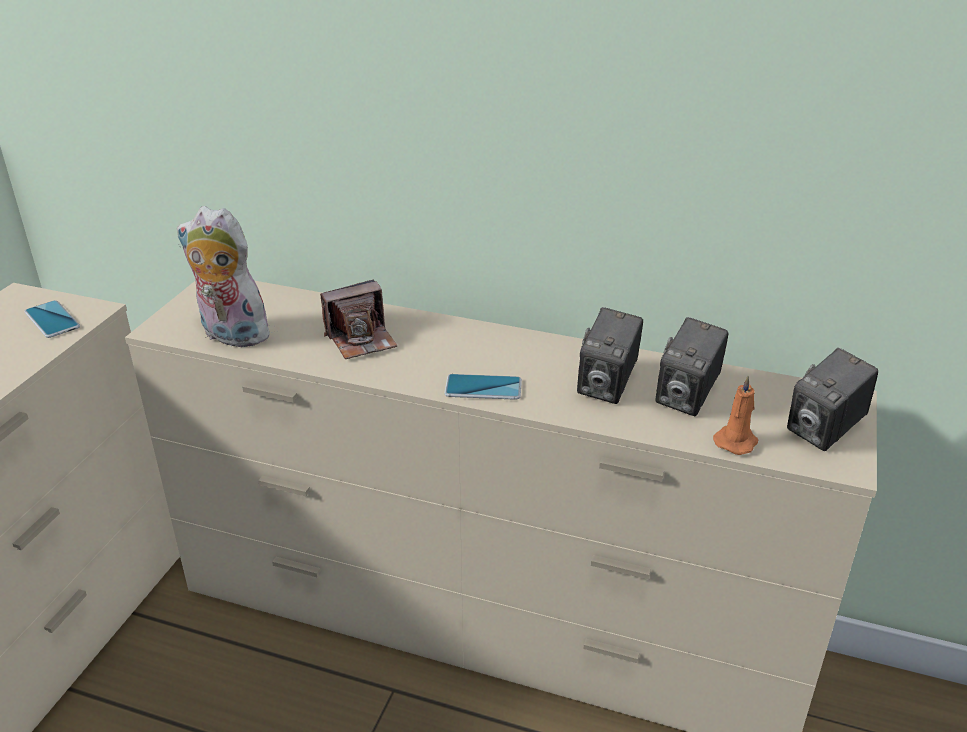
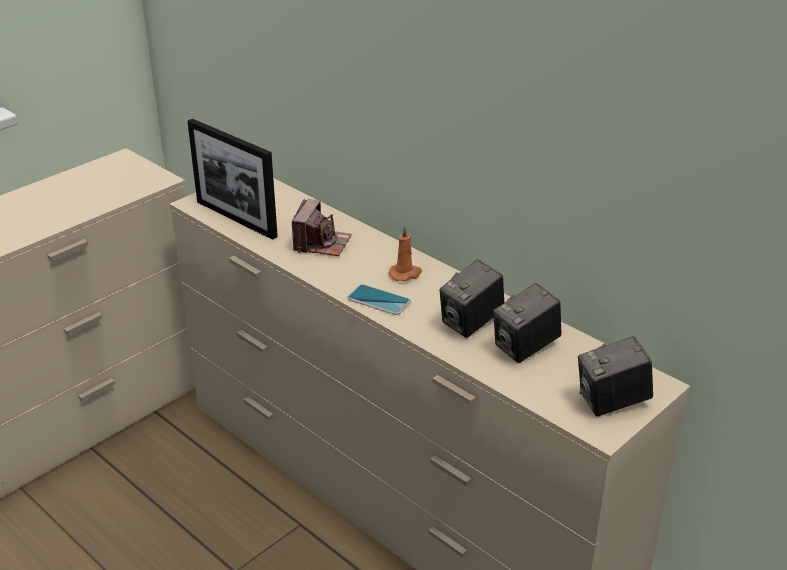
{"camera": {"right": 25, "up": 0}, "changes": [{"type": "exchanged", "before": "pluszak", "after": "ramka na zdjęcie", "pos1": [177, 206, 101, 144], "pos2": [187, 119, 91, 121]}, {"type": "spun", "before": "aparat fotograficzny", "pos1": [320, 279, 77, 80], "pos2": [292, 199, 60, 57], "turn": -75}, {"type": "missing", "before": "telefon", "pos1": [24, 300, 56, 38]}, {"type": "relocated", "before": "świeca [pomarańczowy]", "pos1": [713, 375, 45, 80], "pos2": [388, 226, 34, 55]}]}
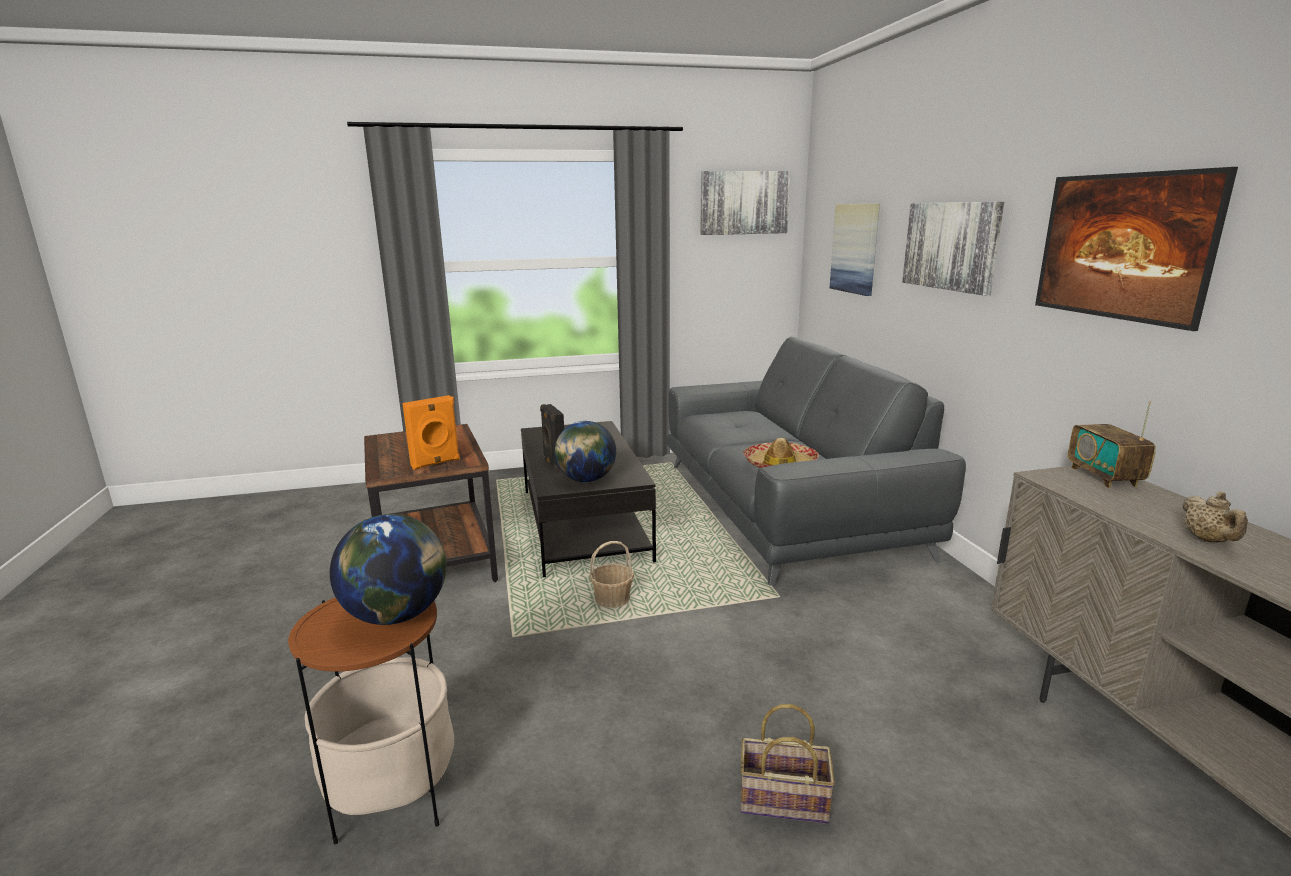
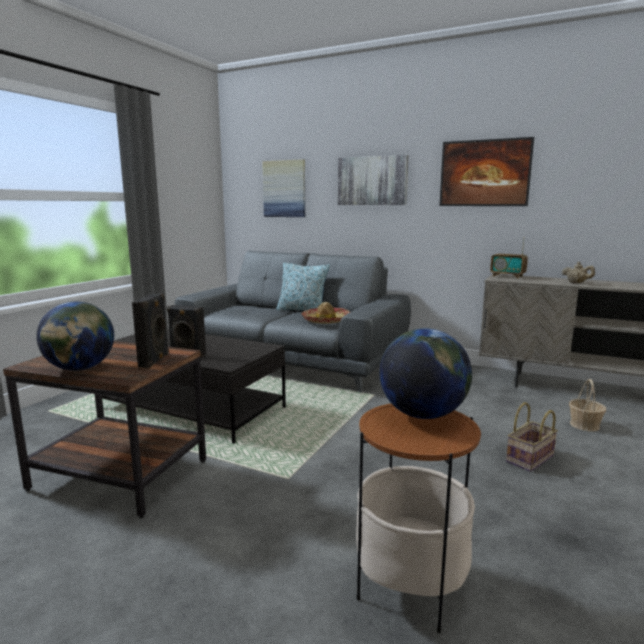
{"camera": {"right": -50, "up": -5}, "changes": [{"type": "missing", "before": "obraz", "pos1": [700, 171, 91, 64]}, {"type": "colour", "before": "głośnik [pomarańczowy]", "after": "głośnik [czarny]", "pos1": [402, 395, 58, 74], "pos2": [132, 293, 37, 76]}, {"type": "relocated", "before": "globus", "pos1": [554, 421, 62, 61], "pos2": [36, 302, 78, 69]}, {"type": "relocated", "before": "koszyk", "pos1": [590, 541, 44, 67], "pos2": [569, 379, 37, 53]}, {"type": "appeared", "after": "poduszka", "pos2": [276, 263, 54, 48]}]}
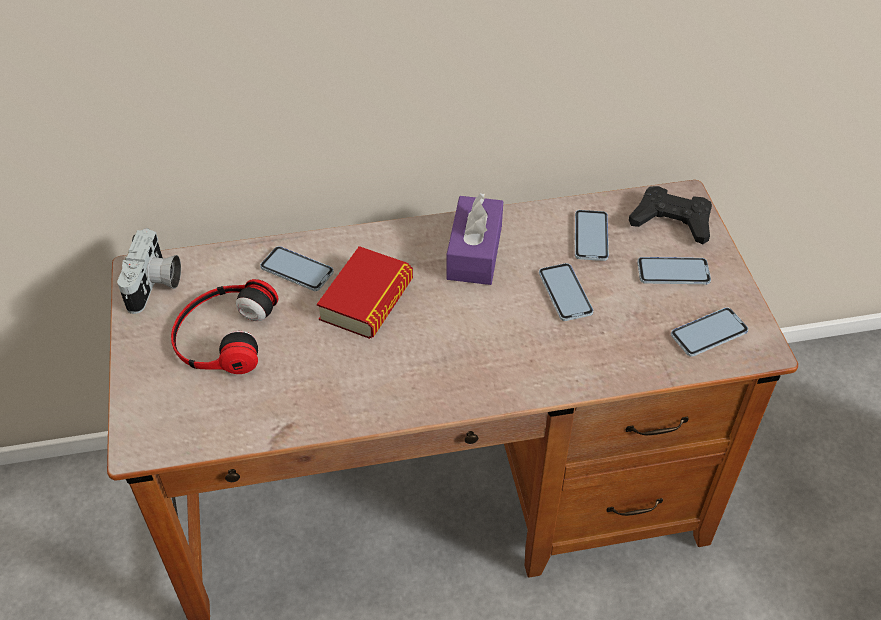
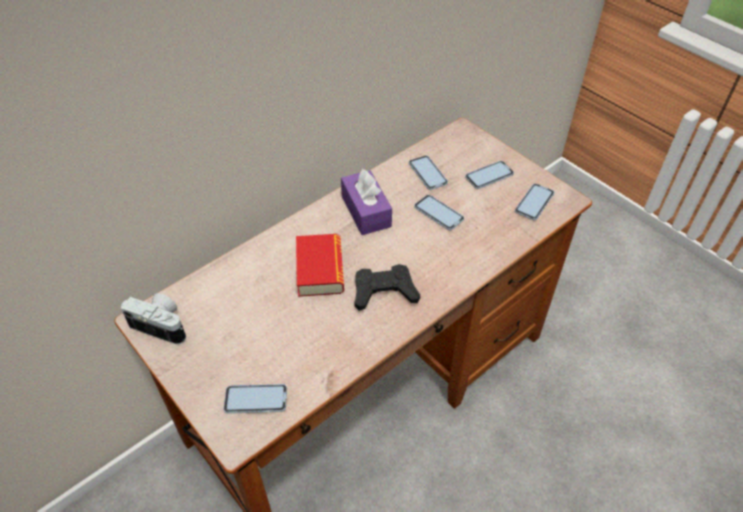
{"camera": {"right": -30, "up": 0}, "changes": [{"type": "relocated", "before": "pad do gier [czarny]", "pos1": [629, 186, 83, 58], "pos2": [355, 264, 65, 47]}, {"type": "spun", "before": "aparat fotograficzny", "pos1": [117, 228, 64, 86], "pos2": [121, 293, 65, 51], "turn": -45}, {"type": "relocated", "before": "telefon", "pos1": [260, 246, 74, 45], "pos2": [223, 384, 64, 30]}, {"type": "missing", "before": "słuchawki", "pos1": [171, 279, 107, 95]}]}
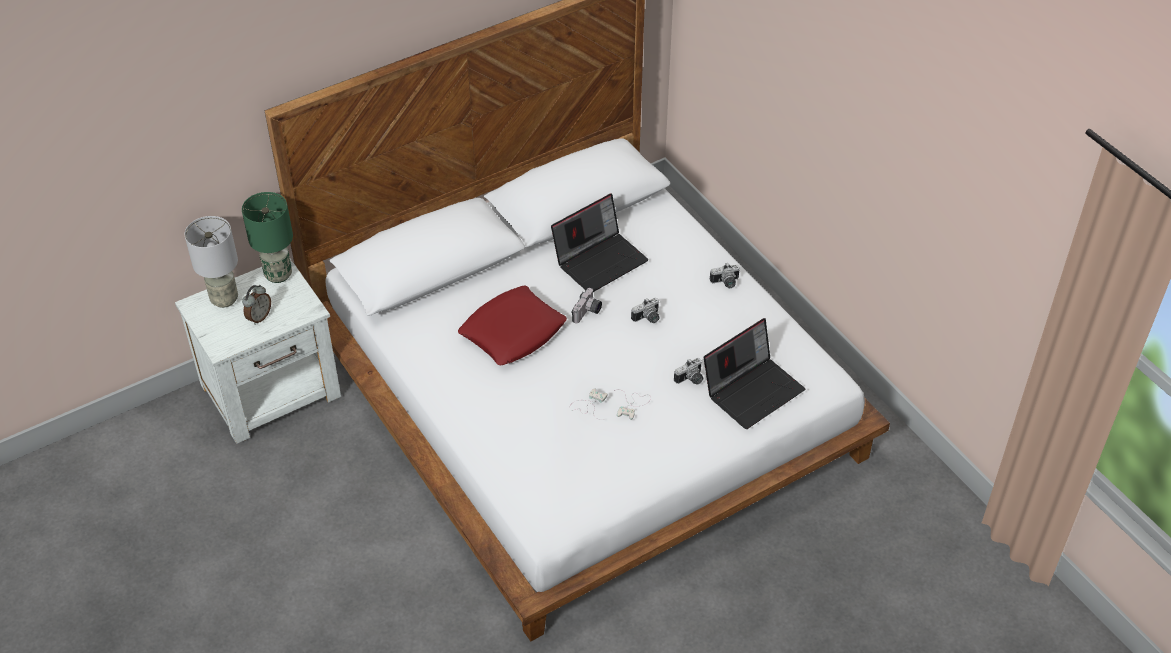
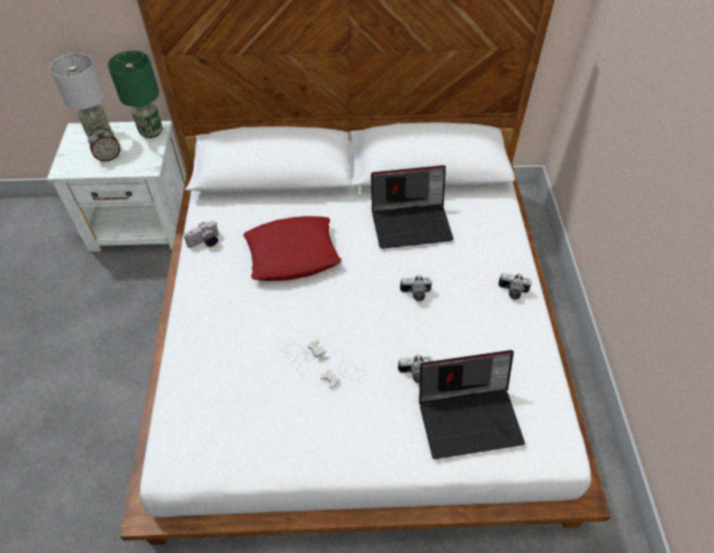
{"camera": {"right": 30, "up": 5}, "changes": [{"type": "relocated", "before": "aparat fotograficzny", "pos1": [571, 288, 31, 36], "pos2": [184, 221, 35, 27]}]}
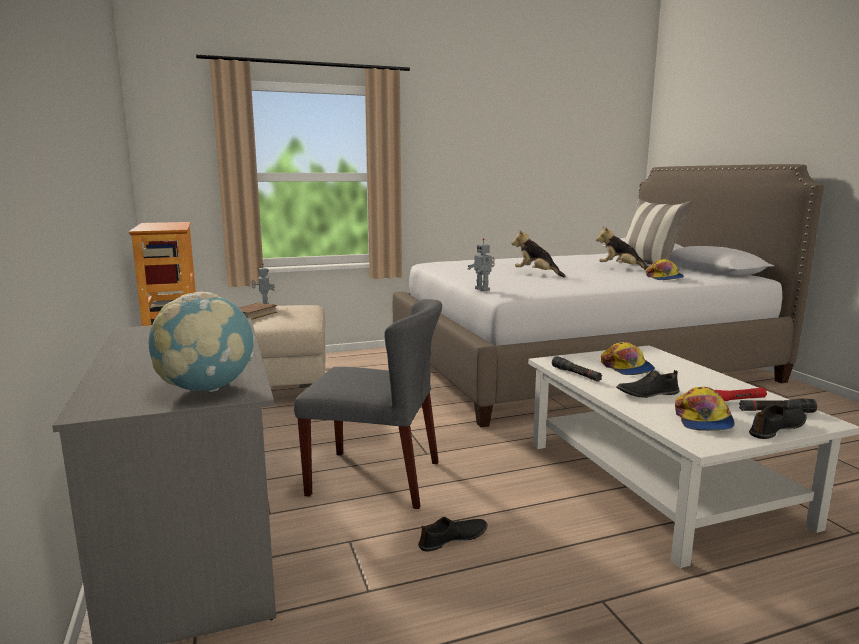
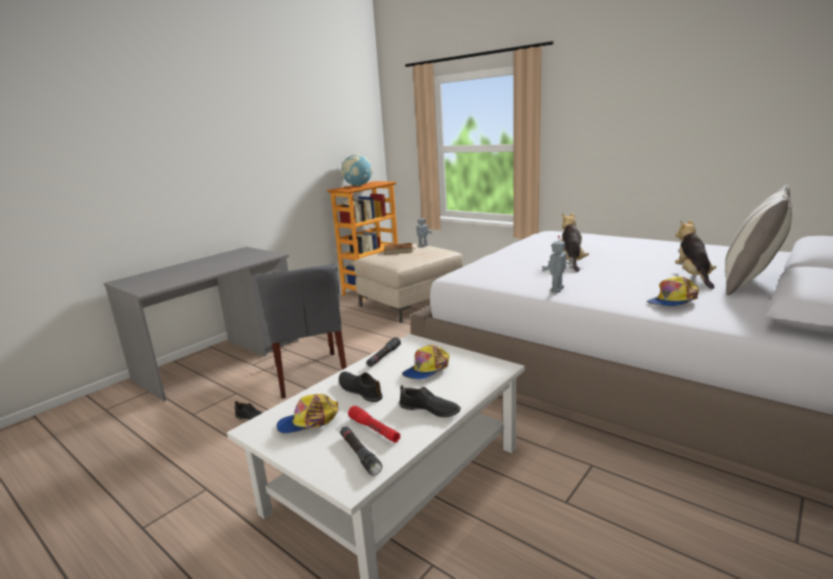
{"camera": {"right": 60, "up": 5}, "changes": [{"type": "relocated", "before": "robot zabawkowy", "pos1": [467, 238, 28, 53], "pos2": [542, 236, 32, 57]}, {"type": "relocated", "before": "globus", "pos1": [148, 292, 107, 100], "pos2": [341, 154, 32, 32]}, {"type": "relocated", "before": "but [czarny]", "pos1": [749, 405, 58, 34], "pos2": [399, 385, 62, 32]}]}
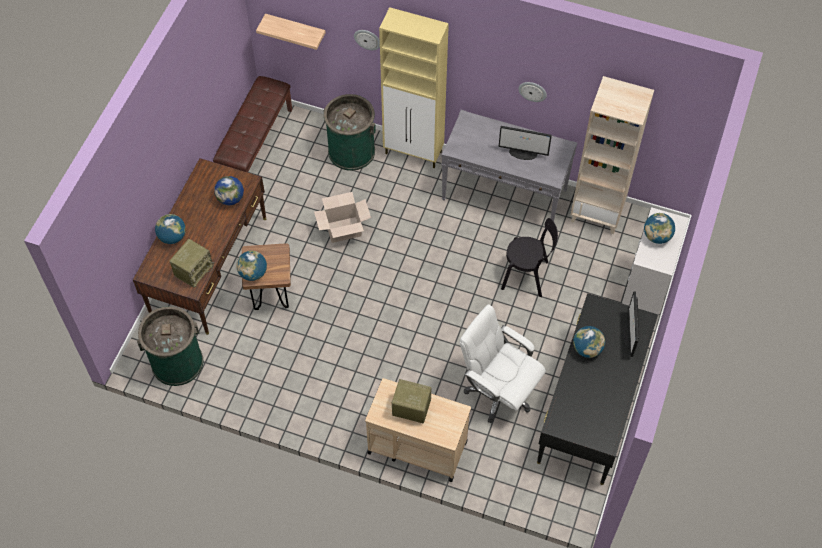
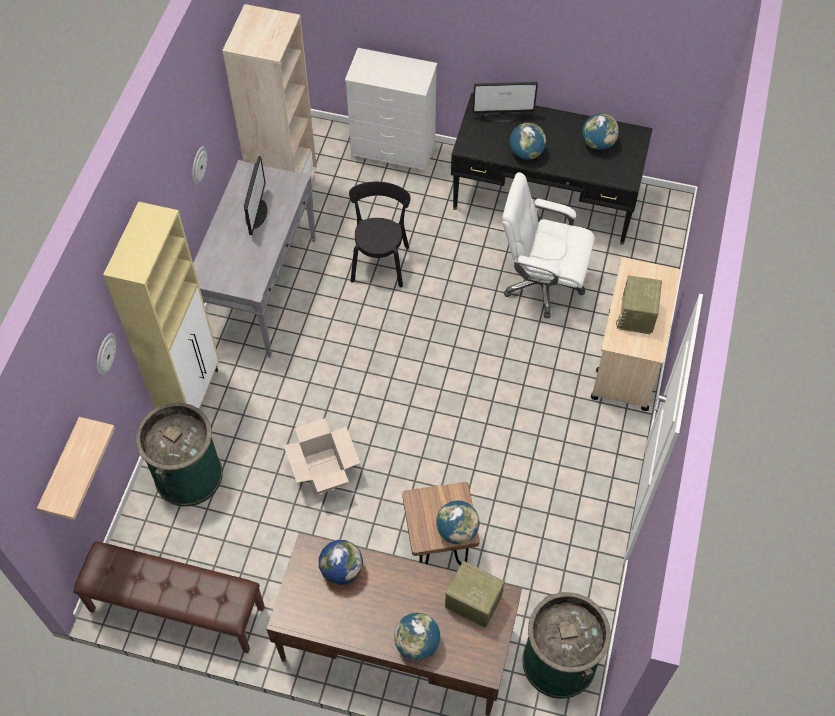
{"camera": {"right": -95, "up": 0}, "changes": [{"type": "relocated", "before": "globus", "pos1": [644, 213, 31, 31], "pos2": [582, 113, 37, 37]}, {"type": "spun", "before": "krzesło biurowe [biały]", "pos1": [460, 304, 86, 119], "pos2": [502, 172, 93, 146], "turn": 75}]}
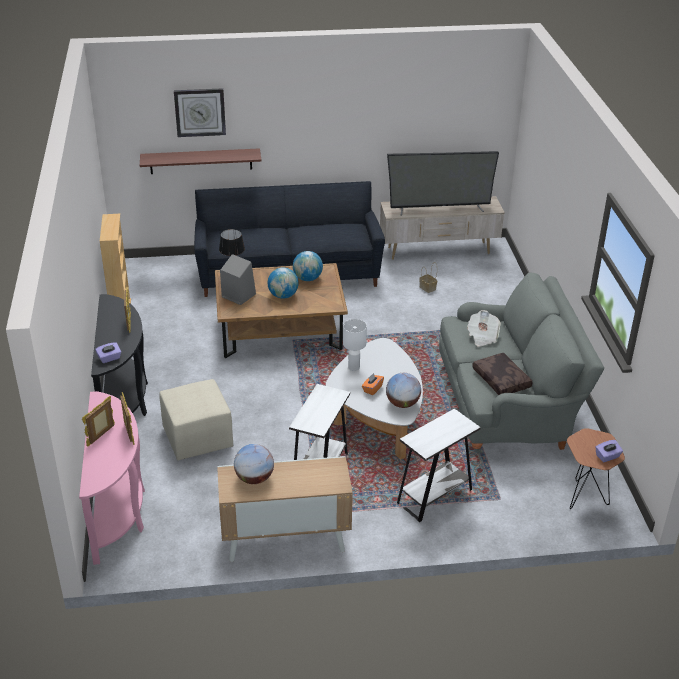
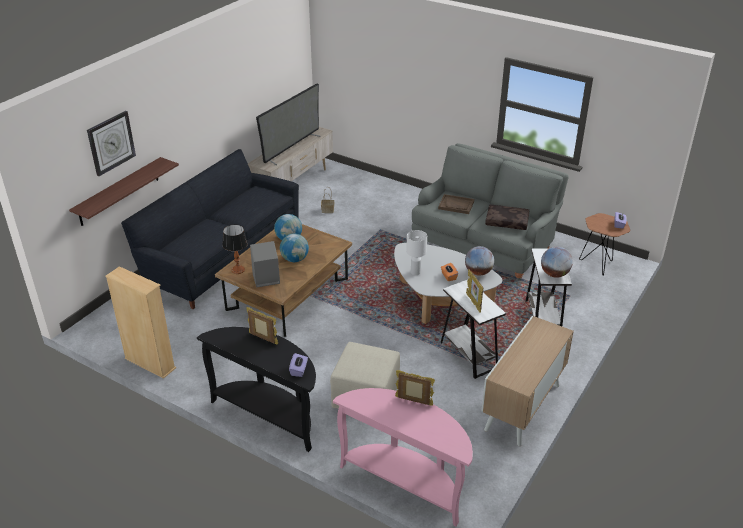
{"camera": {"right": -50, "up": 0}, "changes": [{"type": "exchanged", "before": "gazeta", "after": "taca [brązowy]", "pos1": [467, 310, 34, 36], "pos2": [438, 194, 36, 20]}, {"type": "relocated", "before": "ramka na zdjęcie", "pos1": [82, 396, 33, 51], "pos2": [466, 269, 17, 44]}, {"type": "relocated", "before": "globus", "pos1": [234, 444, 40, 40], "pos2": [541, 247, 32, 31]}]}
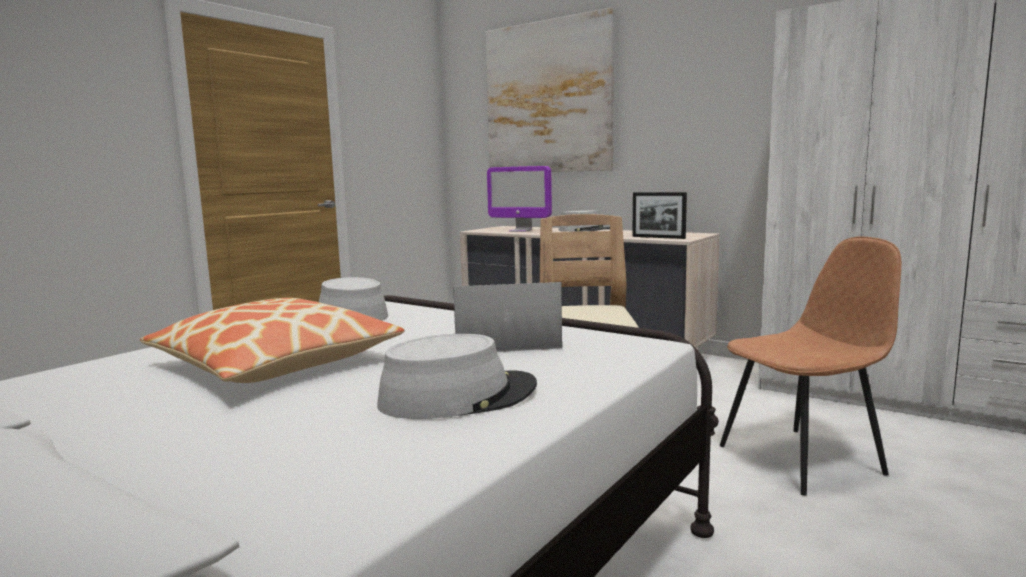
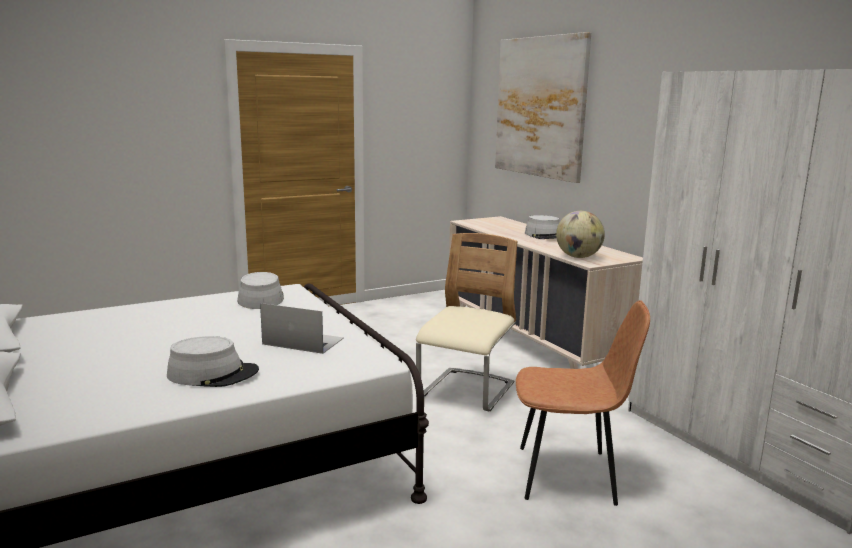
{"camera": {"right": 25, "up": 5}, "changes": [{"type": "missing", "before": "monitor", "pos1": [487, 166, 65, 66]}, {"type": "exchanged", "before": "ramka na zdjęcie", "after": "globus", "pos1": [632, 192, 55, 47], "pos2": [556, 211, 49, 47]}, {"type": "missing", "before": "poduszka", "pos1": [140, 298, 264, 85]}]}
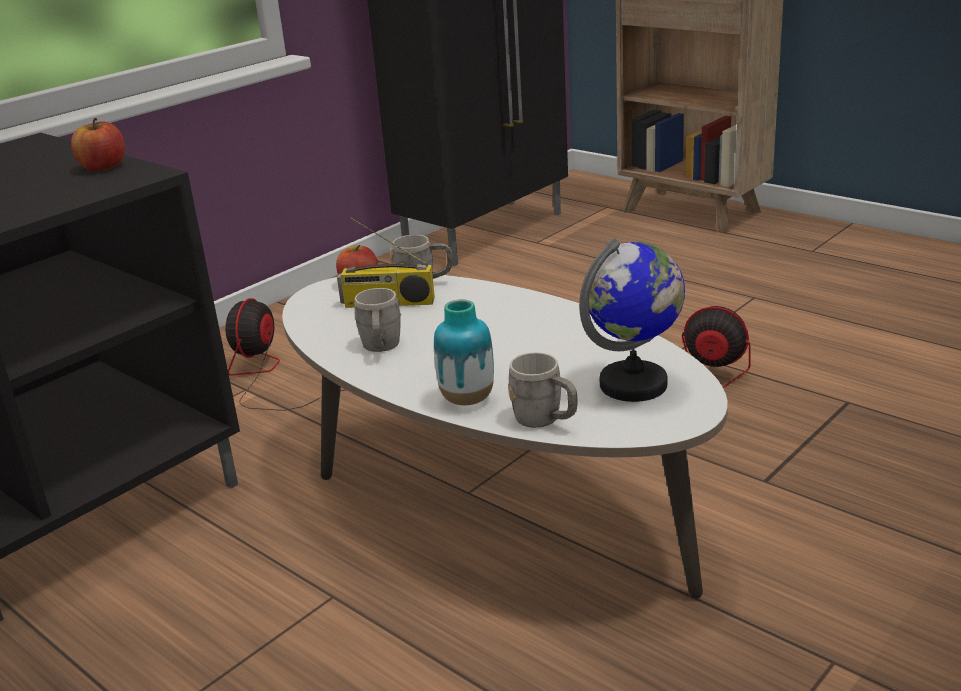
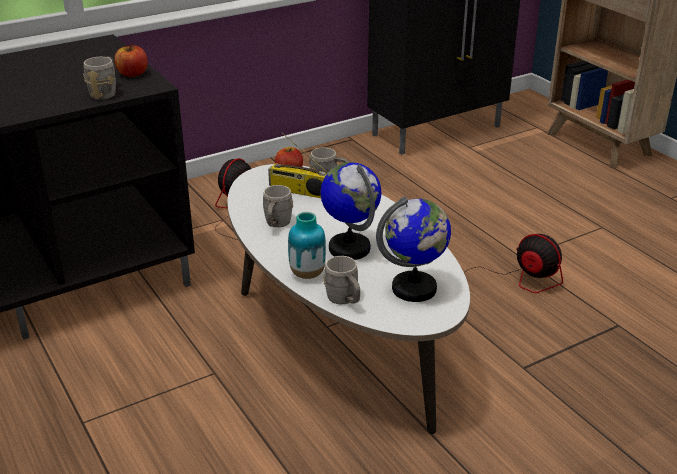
{"camera": {"right": 15, "up": 5}, "changes": [{"type": "appeared", "after": "kubek [szary]", "pos2": [83, 57, 33, 43]}, {"type": "appeared", "after": "globus", "pos2": [320, 162, 61, 98]}]}
